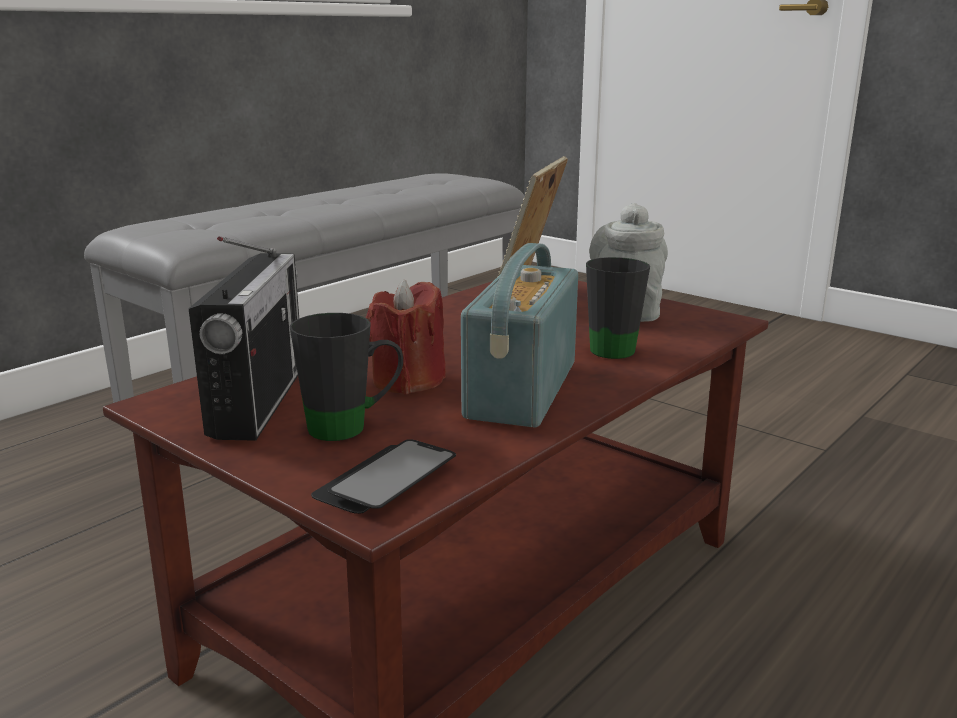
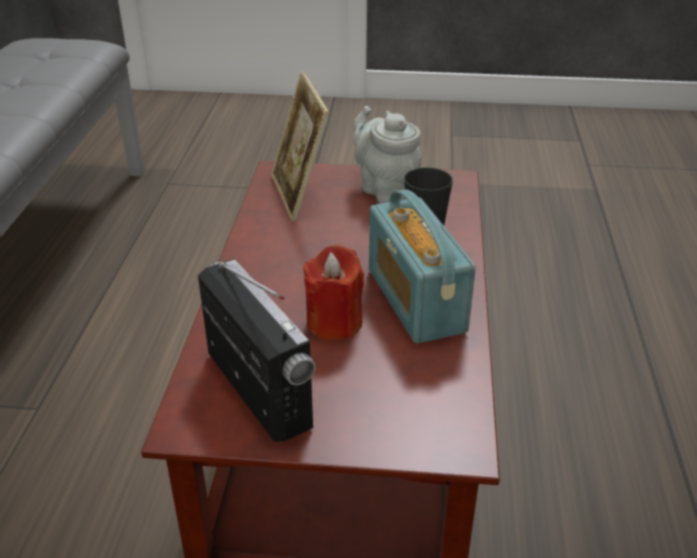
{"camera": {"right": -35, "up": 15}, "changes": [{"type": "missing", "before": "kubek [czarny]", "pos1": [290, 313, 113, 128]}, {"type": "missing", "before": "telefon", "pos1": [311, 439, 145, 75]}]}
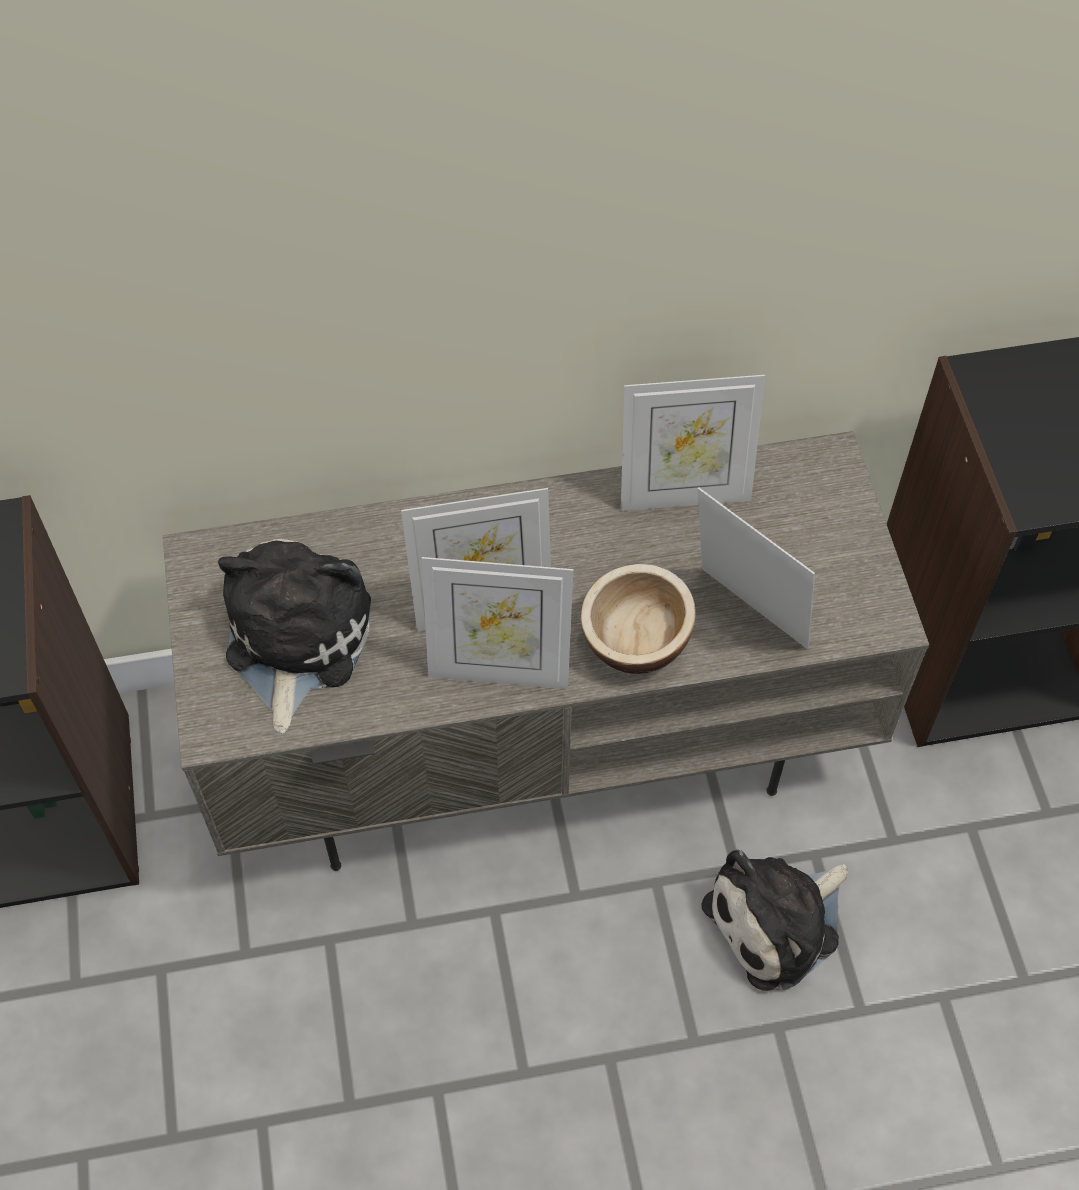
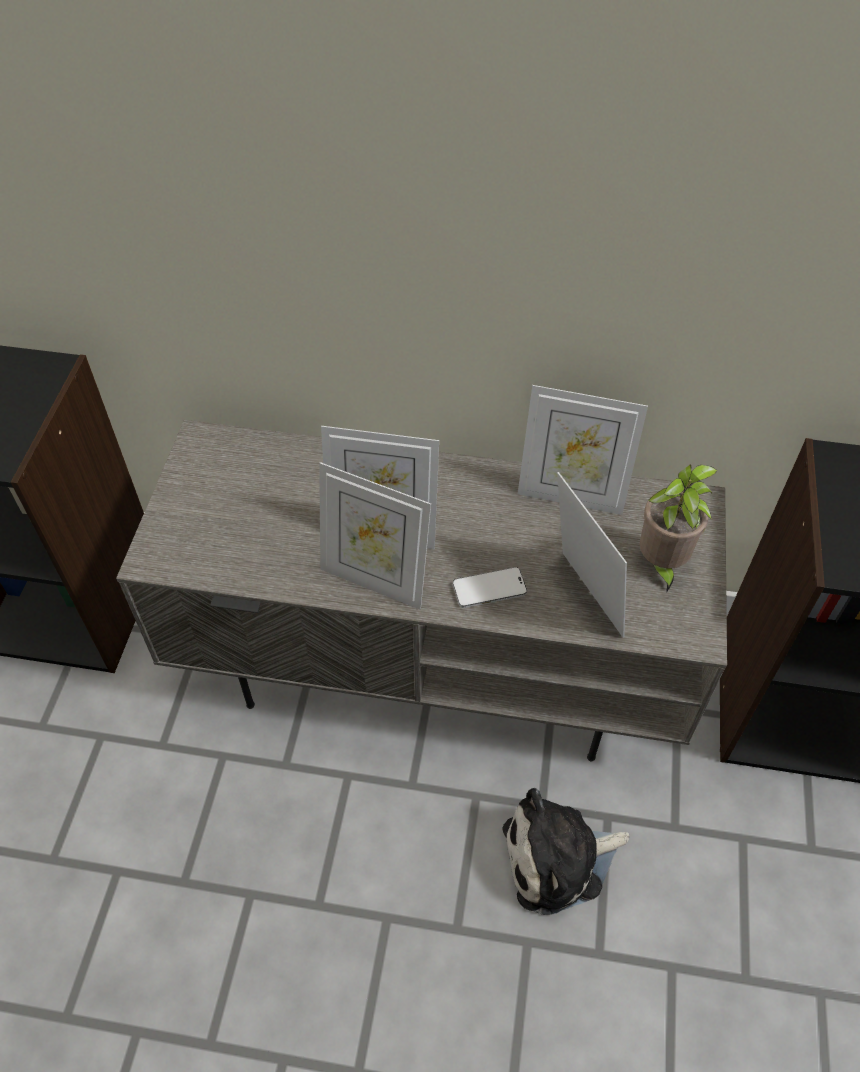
{"camera": {"right": 20, "up": -5}, "changes": [{"type": "missing", "before": "pluszak", "pos1": [218, 539, 153, 194]}, {"type": "exchanged", "before": "miska", "after": "telefon", "pos1": [580, 564, 116, 110], "pos2": [453, 567, 74, 41]}, {"type": "appeared", "after": "roślina doniczkowa", "pos2": [640, 465, 78, 128]}]}
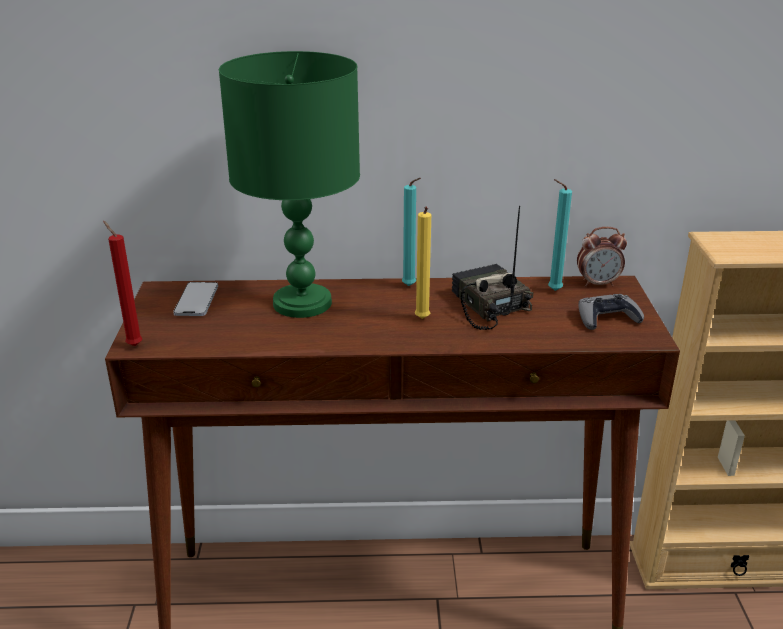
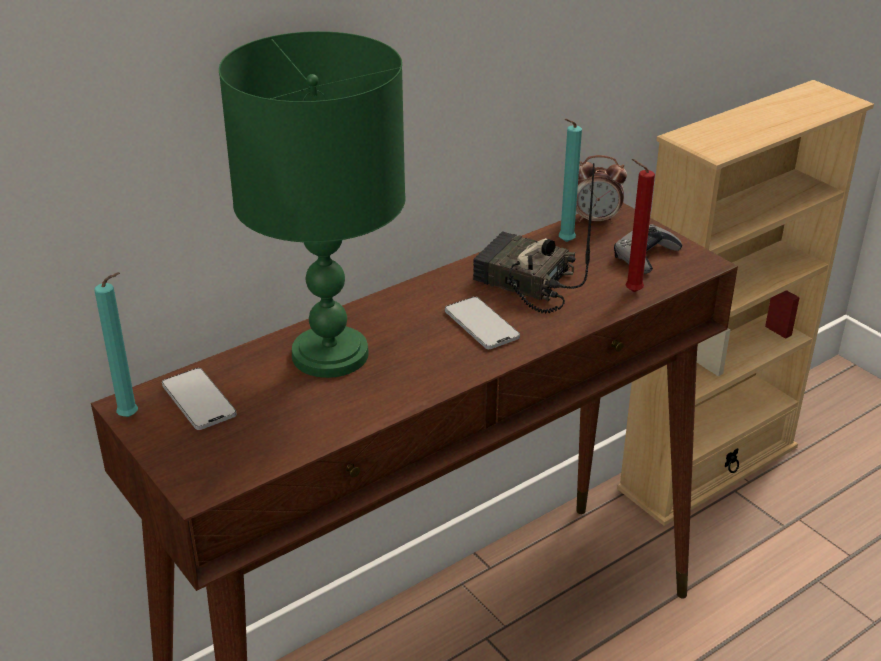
{"camera": {"right": -35, "up": 5}, "changes": [{"type": "relocated", "before": "świeca [turkusowy]", "pos1": [402, 178, 19, 108], "pos2": [94, 272, 44, 145]}, {"type": "exchanged", "before": "świeca [żółty]", "after": "telefon", "pos1": [415, 207, 16, 112], "pos2": [445, 297, 75, 52]}, {"type": "relocated", "before": "świeca [czerwony]", "pos1": [103, 221, 39, 125], "pos2": [625, 159, 30, 133]}, {"type": "spun", "before": "budzik", "pos1": [577, 227, 50, 60], "pos2": [576, 155, 51, 69], "turn": 45}]}
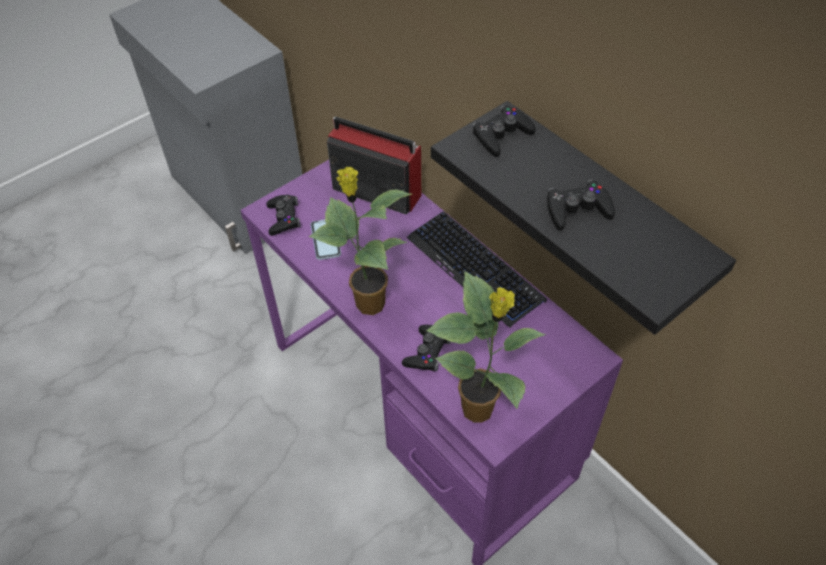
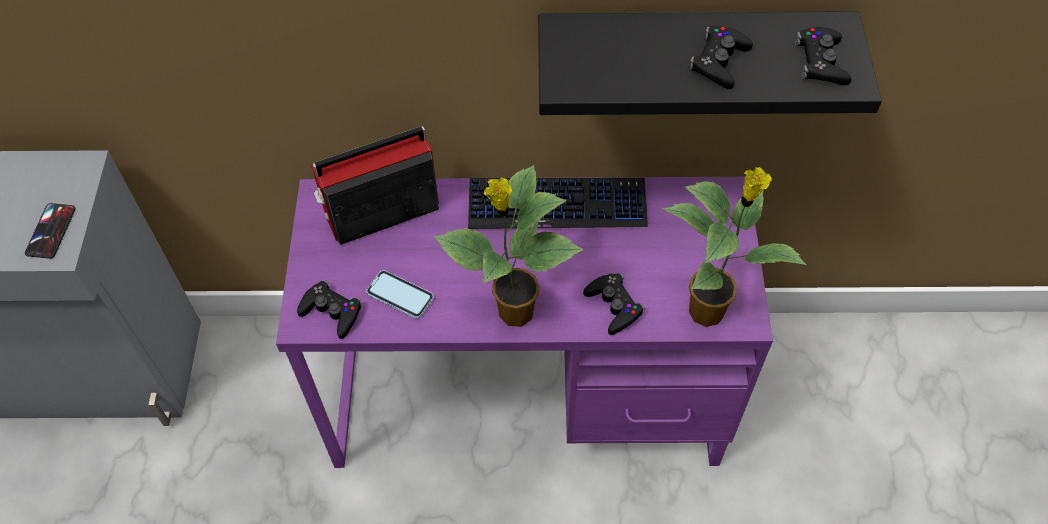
{"camera": {"right": -50, "up": 5}, "changes": [{"type": "relocated", "before": "pad do gier [czarny]", "pos1": [472, 105, 64, 52], "pos2": [795, 27, 57, 58]}, {"type": "appeared", "after": "telefon", "pos2": [25, 203, 50, 56]}]}
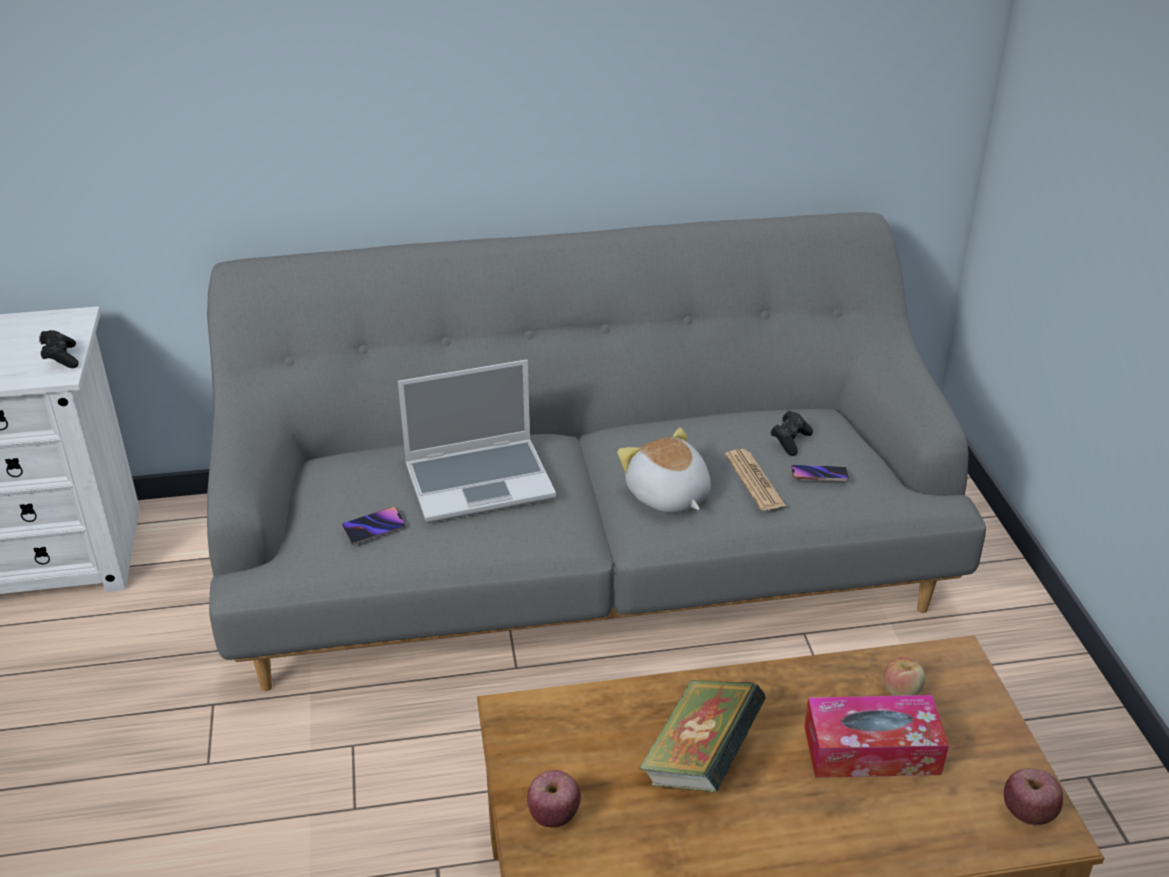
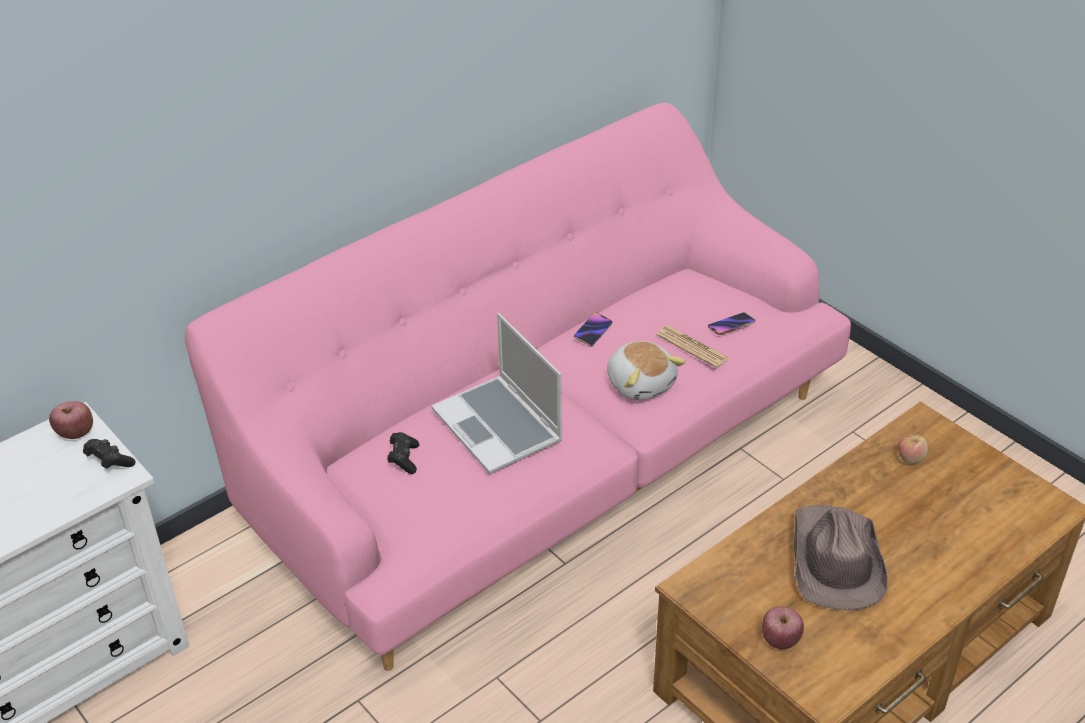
{"camera": {"right": -30, "up": 5}, "changes": [{"type": "colour", "before": "kanapa [szary]", "after": "kanapa [różowy]", "pos1": [207, 212, 779, 479], "pos2": [185, 103, 666, 568]}, {"type": "spun", "before": "laptop", "pos1": [398, 359, 158, 164], "pos2": [431, 313, 132, 161], "turn": 105}, {"type": "relocated", "before": "pad do gier [czarny]", "pos1": [771, 411, 42, 45], "pos2": [387, 432, 32, 42]}, {"type": "spun", "before": "pluszak", "pos1": [617, 428, 94, 85], "pos2": [607, 341, 79, 60], "turn": -150}, {"type": "relocated", "before": "telefon", "pos1": [342, 507, 64, 38], "pos2": [574, 312, 39, 35]}, {"type": "exchanged", "before": "książka", "after": "kapelusz [brązowy]", "pos1": [639, 680, 127, 113], "pos2": [794, 505, 94, 106]}, {"type": "missing", "before": "pudełko chusteczek", "pos1": [804, 695, 145, 83]}, {"type": "relocated", "before": "jabłko", "pos1": [1004, 768, 59, 57], "pos2": [49, 401, 44, 38]}]}
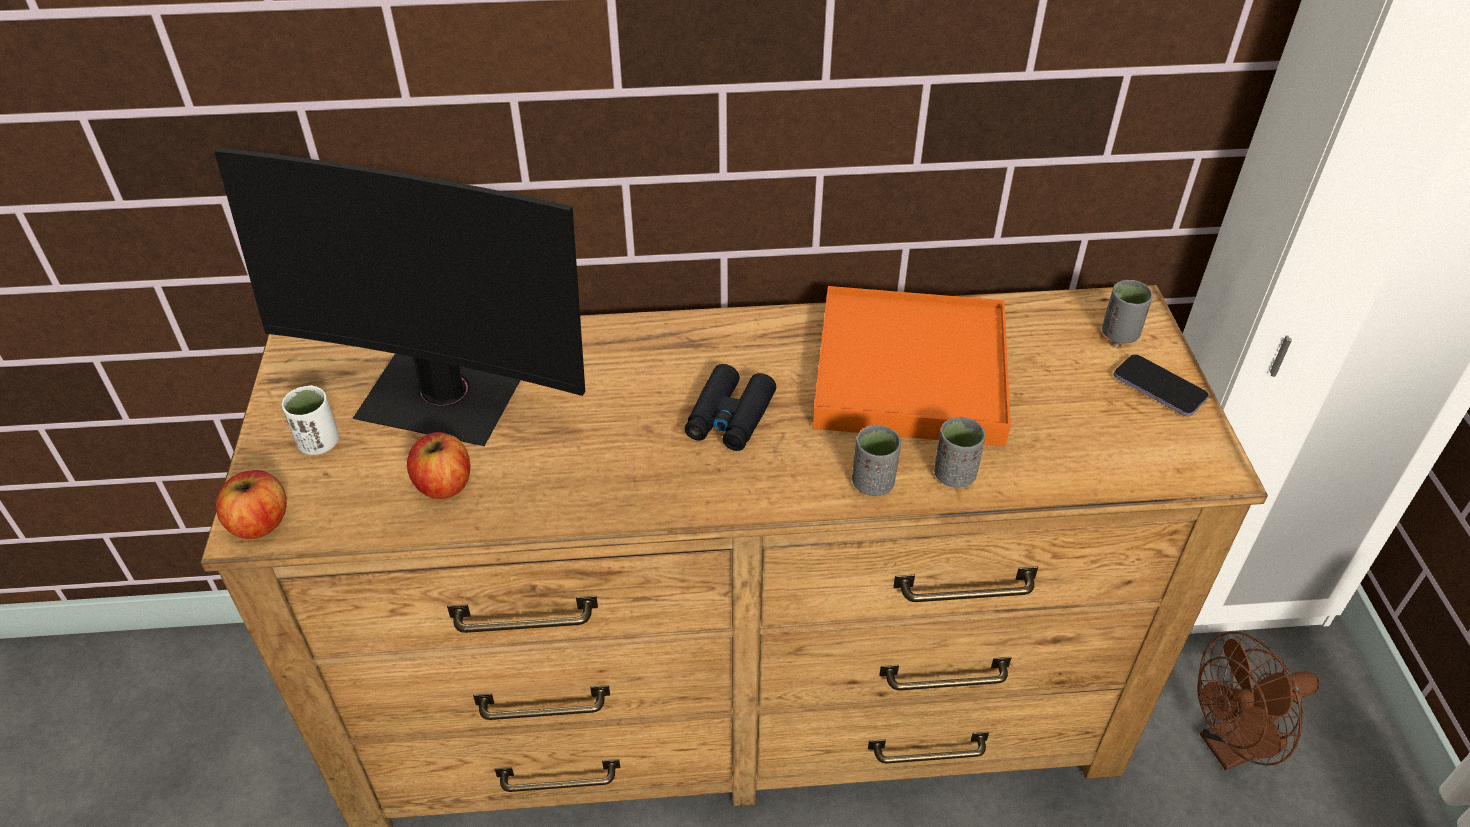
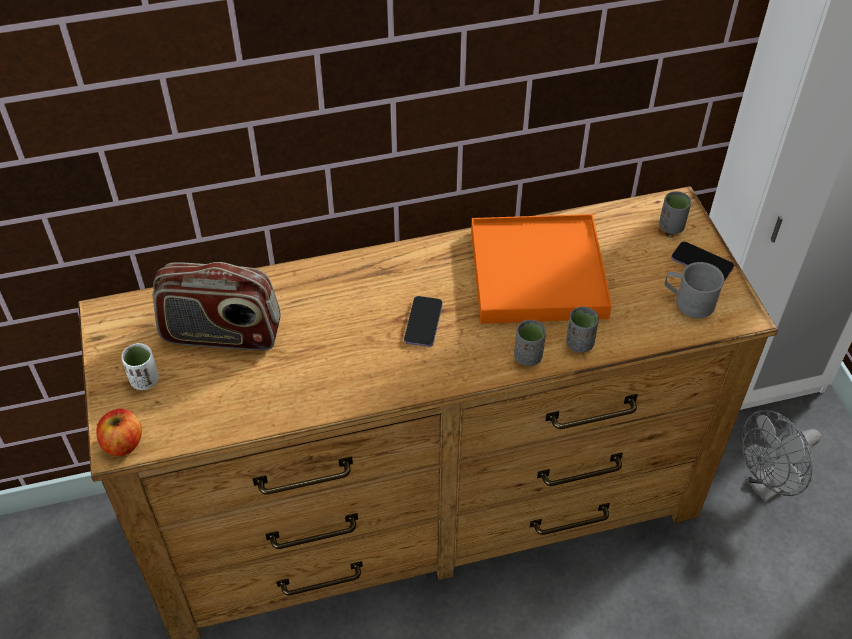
{"camera": {"right": -10, "up": 5}, "changes": [{"type": "exchanged", "before": "monitor", "after": "radio", "pos1": [215, 148, 370, 298], "pos2": [152, 262, 129, 89]}, {"type": "exchanged", "before": "lornetka [czarny]", "after": "telefon", "pos1": [684, 364, 92, 87], "pos2": [404, 296, 39, 51]}, {"type": "missing", "before": "jabłko", "pos1": [407, 432, 63, 67]}, {"type": "colour", "before": "wentylator [brązowy]", "after": "wentylator [szary]", "pos1": [1197, 632, 122, 138], "pos2": [742, 410, 79, 92]}, {"type": "appeared", "after": "kubek [szary]", "pos2": [665, 262, 59, 56]}]}
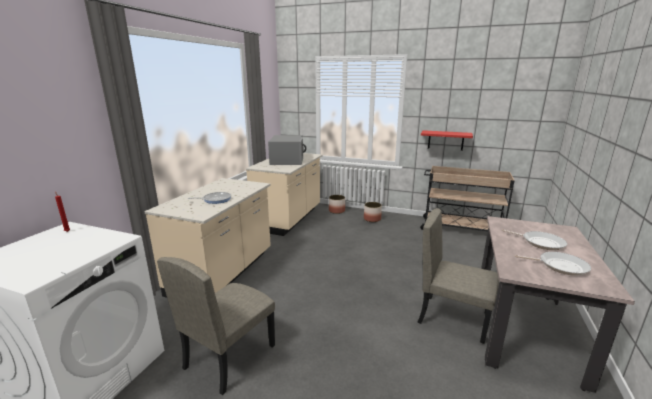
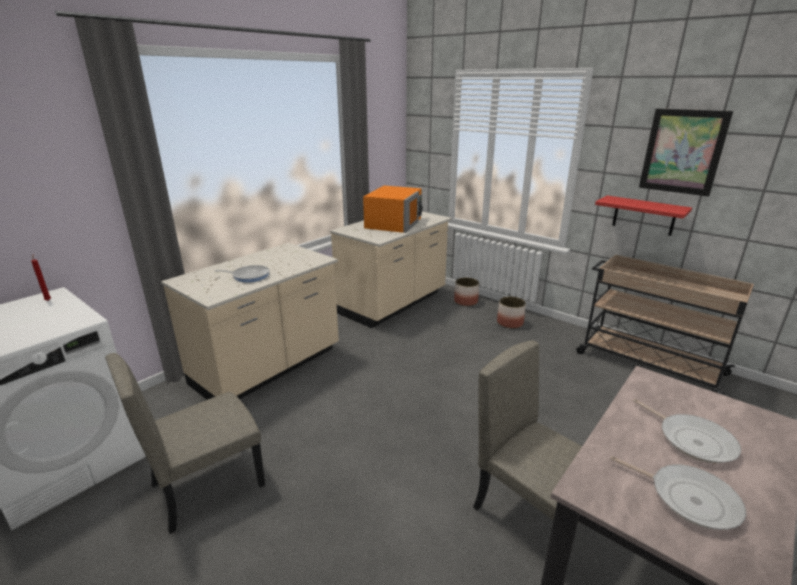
{"camera": {"right": 20, "up": 5}, "changes": [{"type": "colour", "before": "mikrofalówka [szary]", "after": "mikrofalówka [pomarańczowy]", "pos1": [268, 135, 39, 30], "pos2": [363, 186, 60, 47]}, {"type": "appeared", "after": "obraz", "pos2": [639, 108, 94, 88]}]}
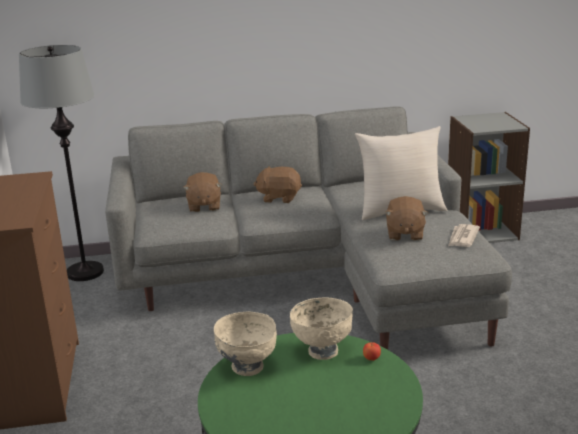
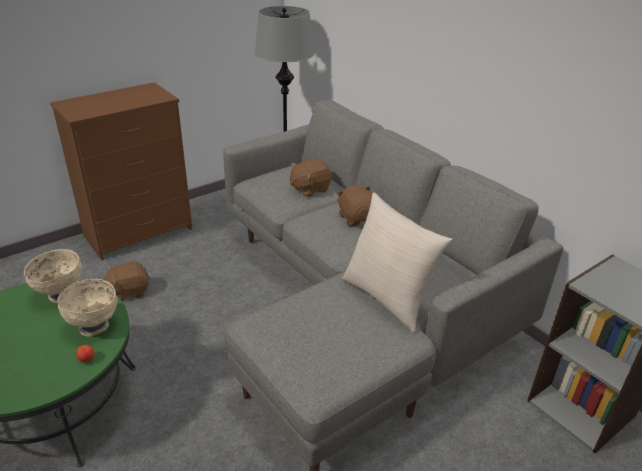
{"camera": {"right": 60, "up": 10}, "changes": [{"type": "relocated", "before": "pluszak [brązowy]", "pos1": [385, 196, 43, 45], "pos2": [103, 262, 47, 39]}, {"type": "missing", "before": "gazeta", "pos1": [448, 224, 32, 23]}]}
